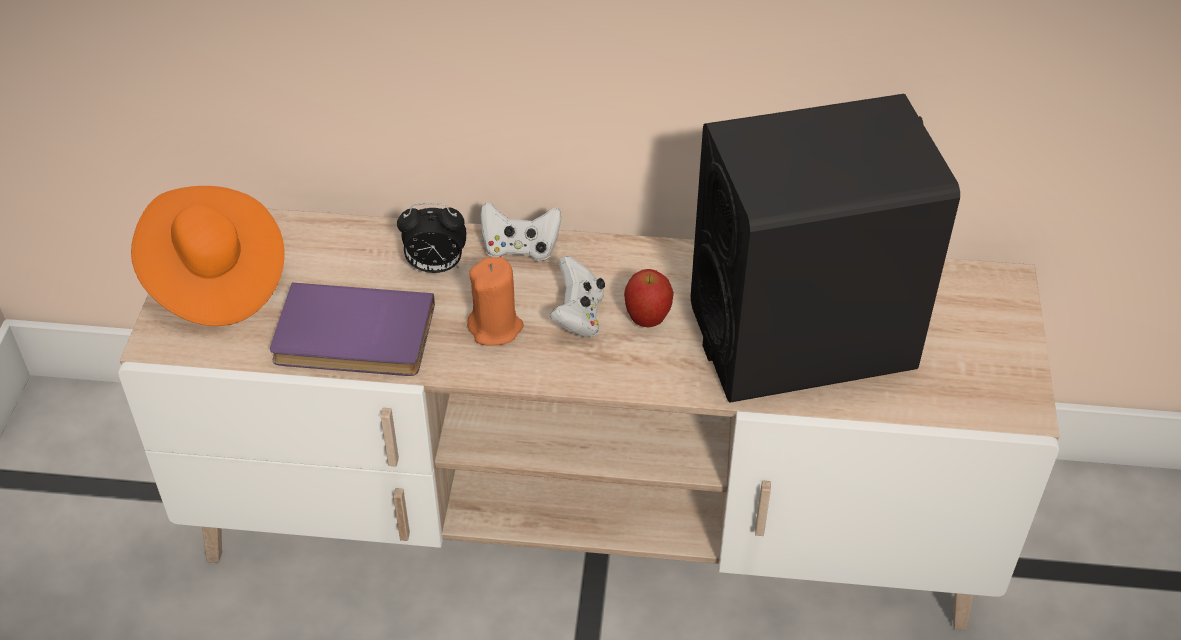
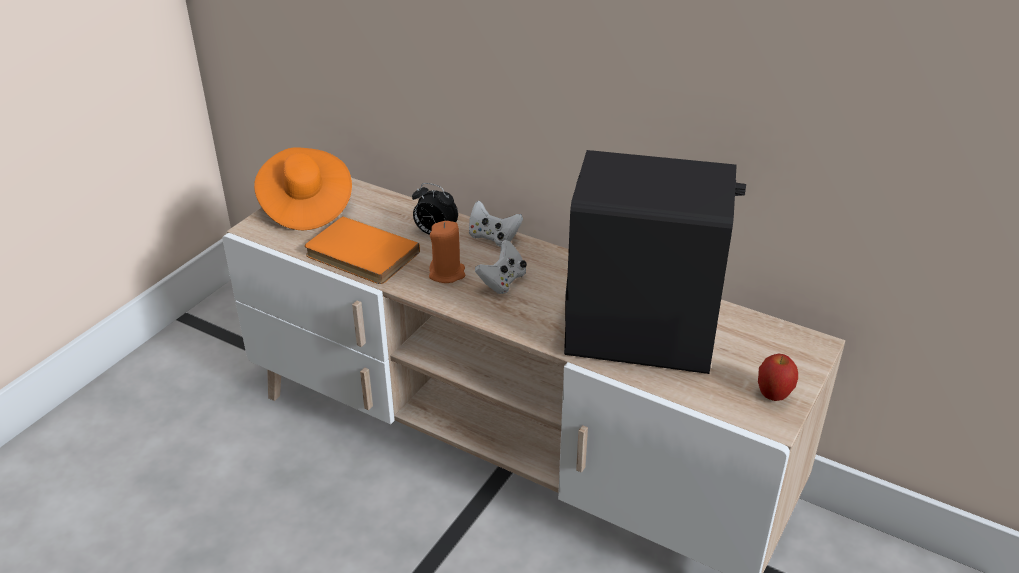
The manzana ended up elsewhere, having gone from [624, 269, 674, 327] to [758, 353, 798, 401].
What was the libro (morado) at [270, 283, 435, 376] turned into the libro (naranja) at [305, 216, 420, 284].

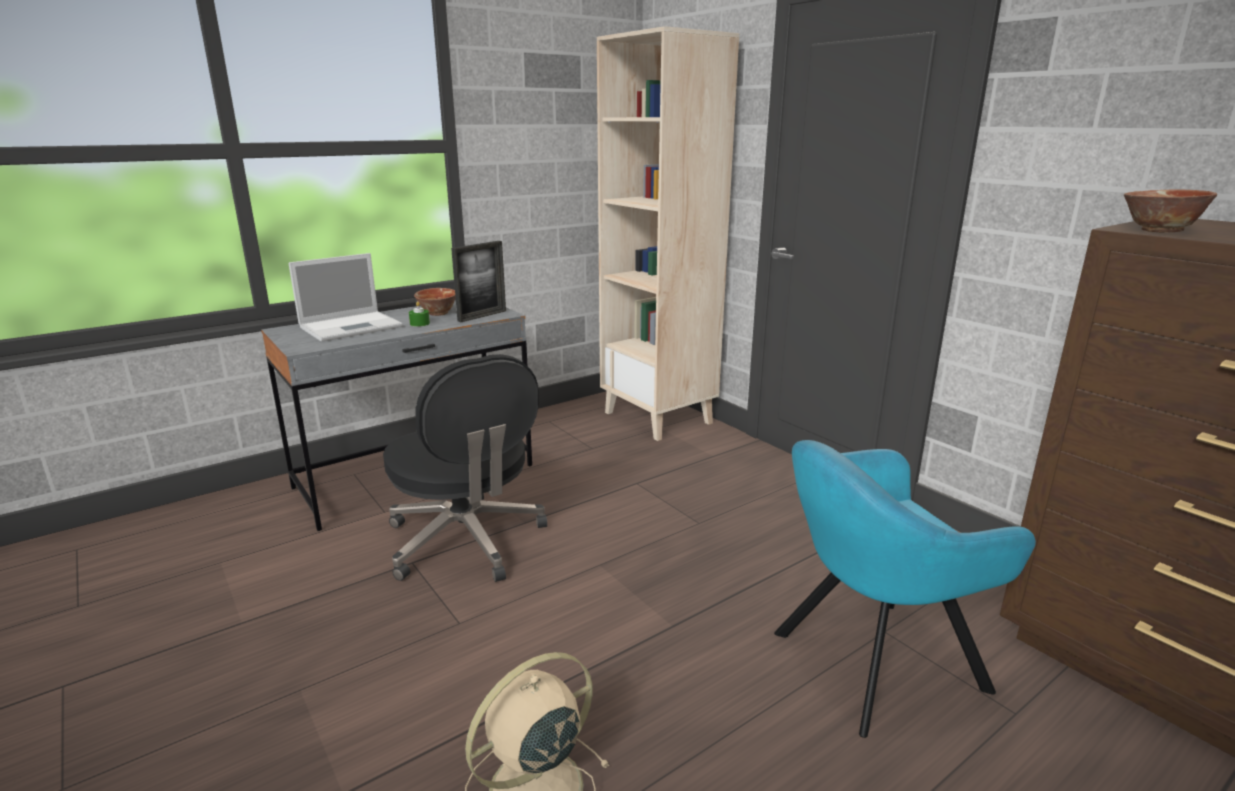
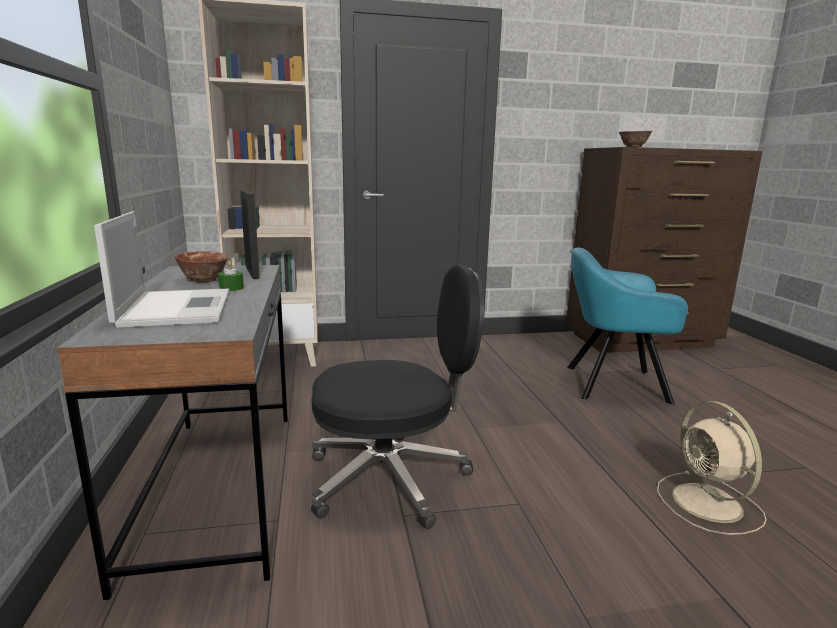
The sillón (turquesa) at [774, 440, 1036, 738] ended up facing another way, 90 degrees clockwise from before.

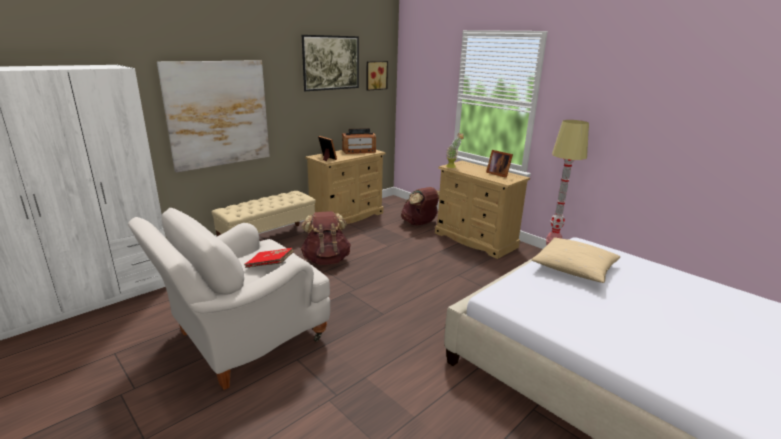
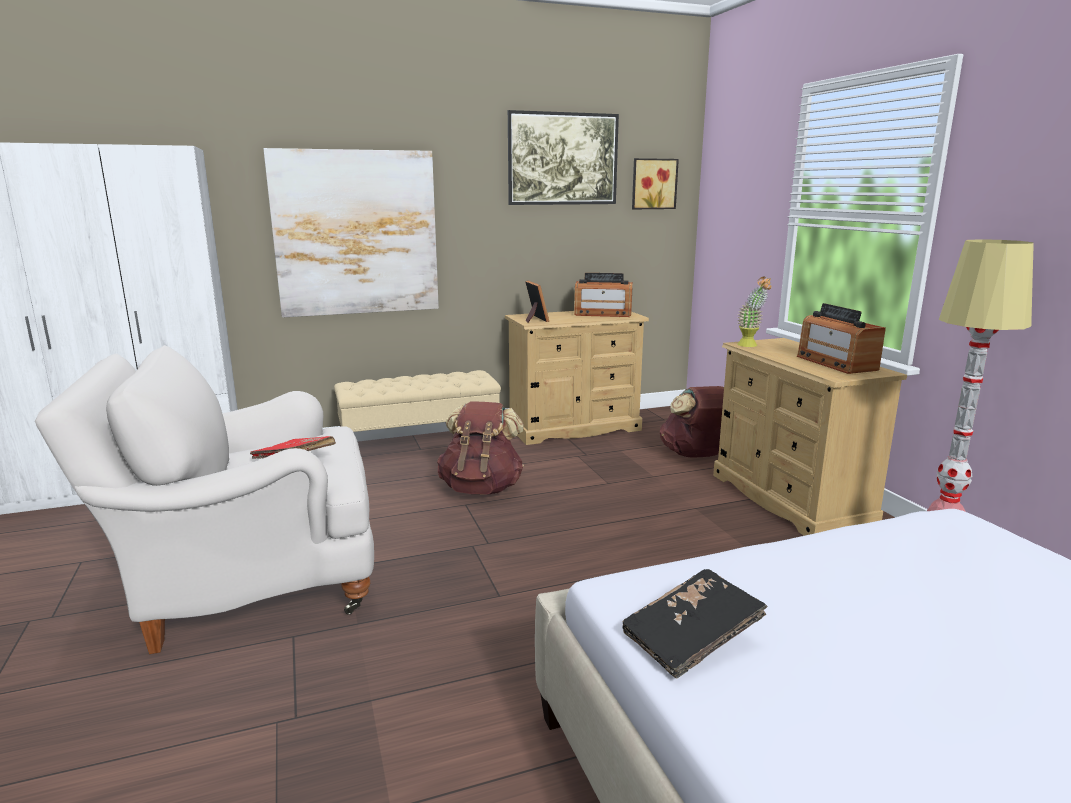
The second view lost the cojín (beis) at [531, 237, 620, 283].
The second view gained the libro (negro) at [622, 569, 768, 679].
Where the portarretratos stood at [486, 150, 513, 178], the radio came to stand at [797, 303, 886, 374].

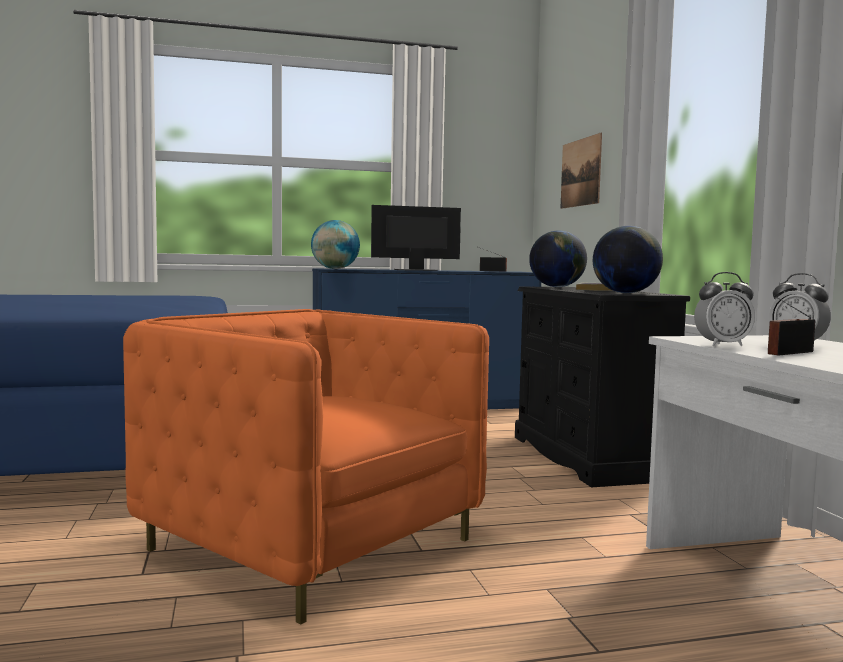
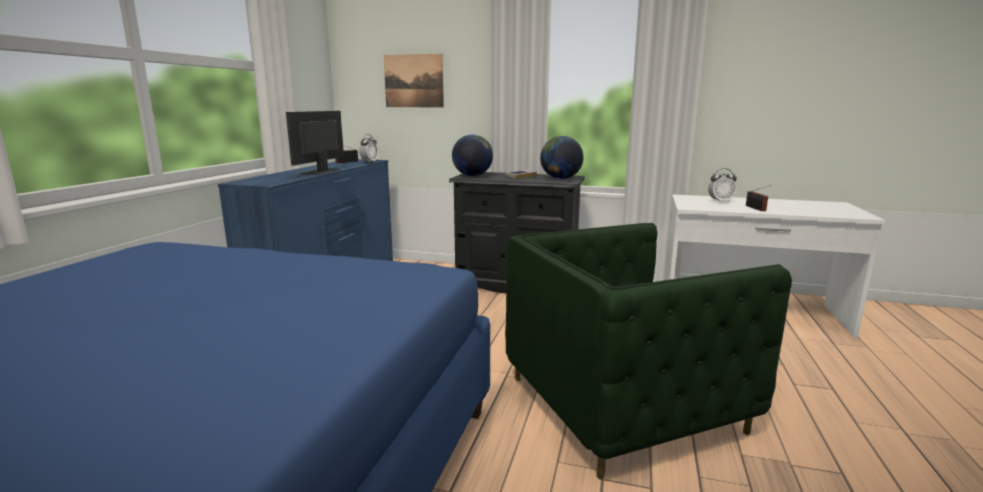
The second view lost the globo terráqueo at [311, 220, 360, 269].
The despertador ended up elsewhere, having gone from [694, 272, 755, 346] to [359, 134, 378, 163].
What was the sillón (naranja) at [123, 309, 489, 625] turned into the sillón (verde) at [505, 223, 792, 480].

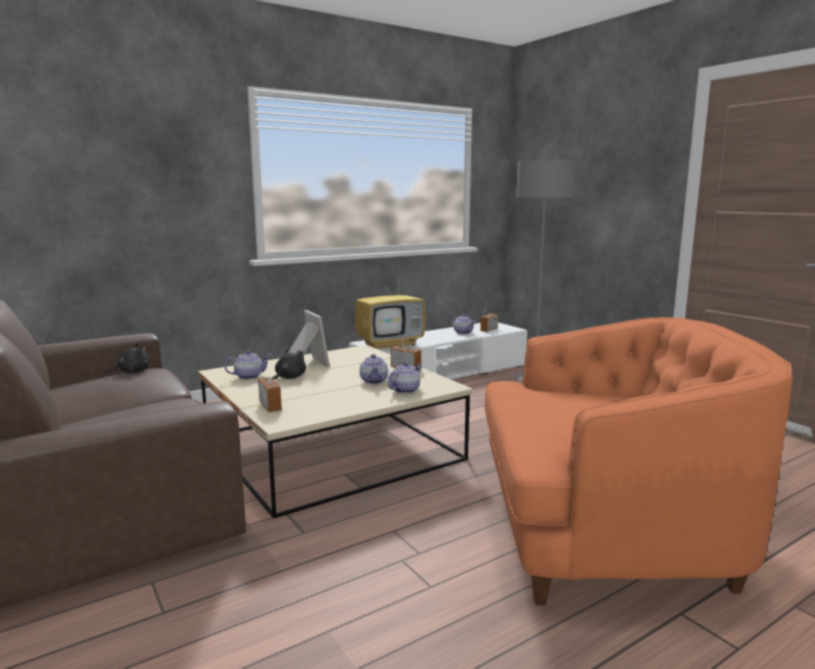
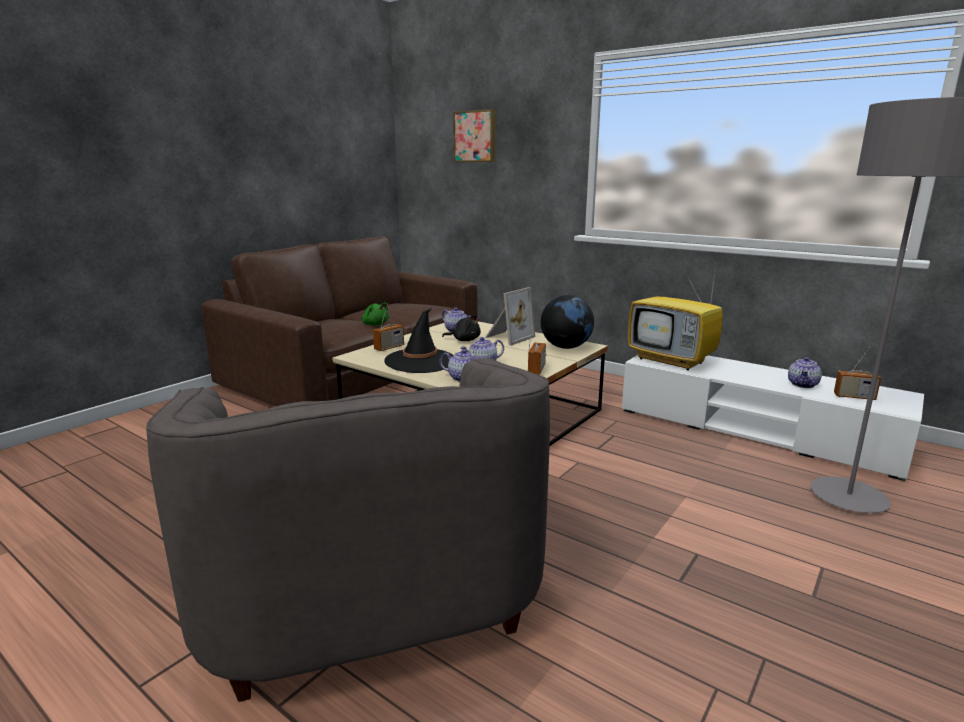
The second view lost the peluche (negro) at [104, 343, 150, 375].
The second view gained the peluche (verde) at [361, 302, 389, 326].
The second view gained the sombrero (negro) at [384, 308, 454, 373].
The second view gained the cuadro at [453, 109, 496, 162].
The second view gained the globo terráqueo at [541, 295, 594, 349].
What was the sillón (naranja) at [485, 317, 793, 605] turned into the sillón (gris) at [146, 358, 550, 702].

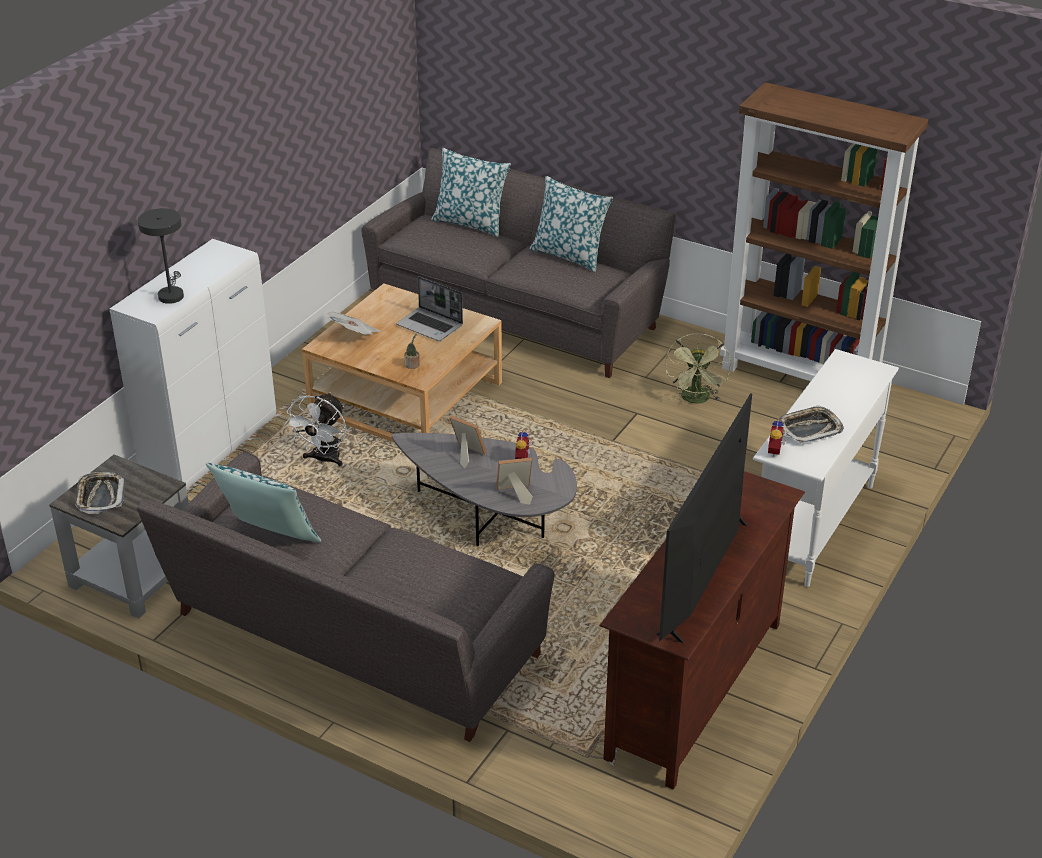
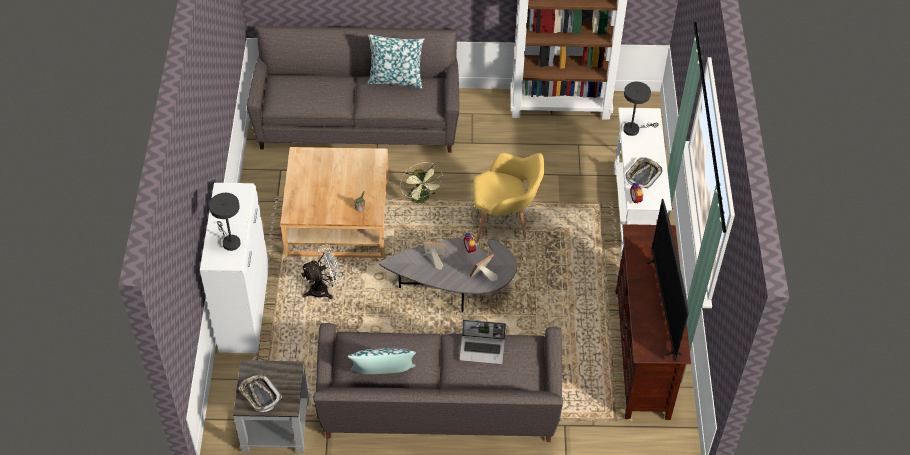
The second view lost the periódico at [327, 312, 380, 335].
The second view lost the cojín at [431, 148, 511, 237].
The second view gained the sillón (amarillo) at [473, 153, 544, 243].
The second view gained the lámpara de mesa (gris) at [623, 82, 659, 136].
The portátil ended up elsewhere, having gone from [396, 276, 463, 341] to [459, 320, 506, 364].
The ventilador (verde) ended up elsewhere, having gone from [665, 333, 731, 404] to [400, 162, 444, 203].
The ventilador (blanco) at [284, 392, 346, 466] ended up facing another way, 105 degrees counterclockwise from before.

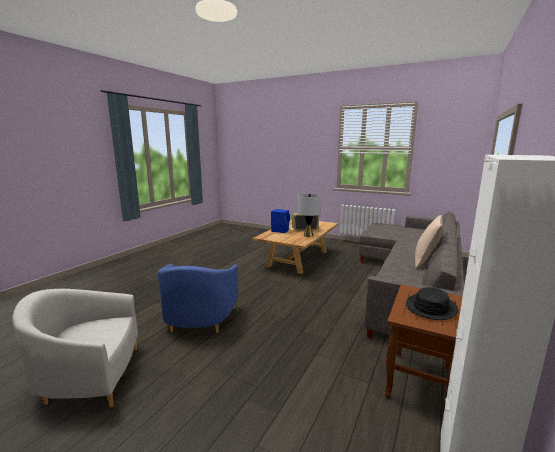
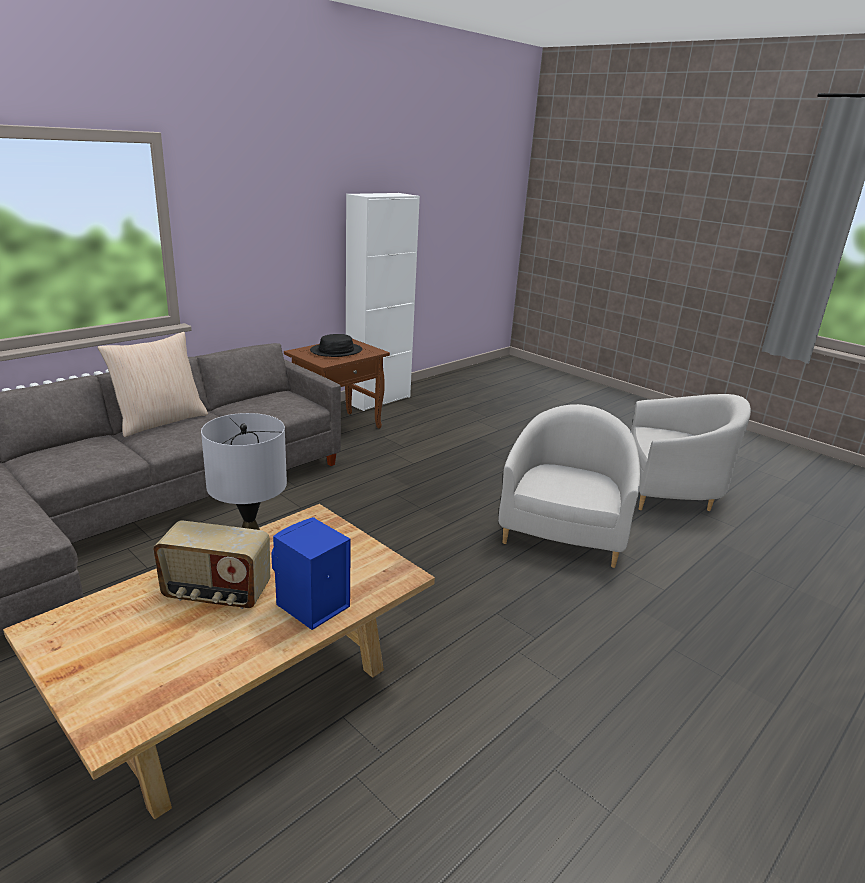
What was the sillón (azul) at [158, 264, 238, 333] turned into the sillón (blanco) at [498, 404, 641, 568].

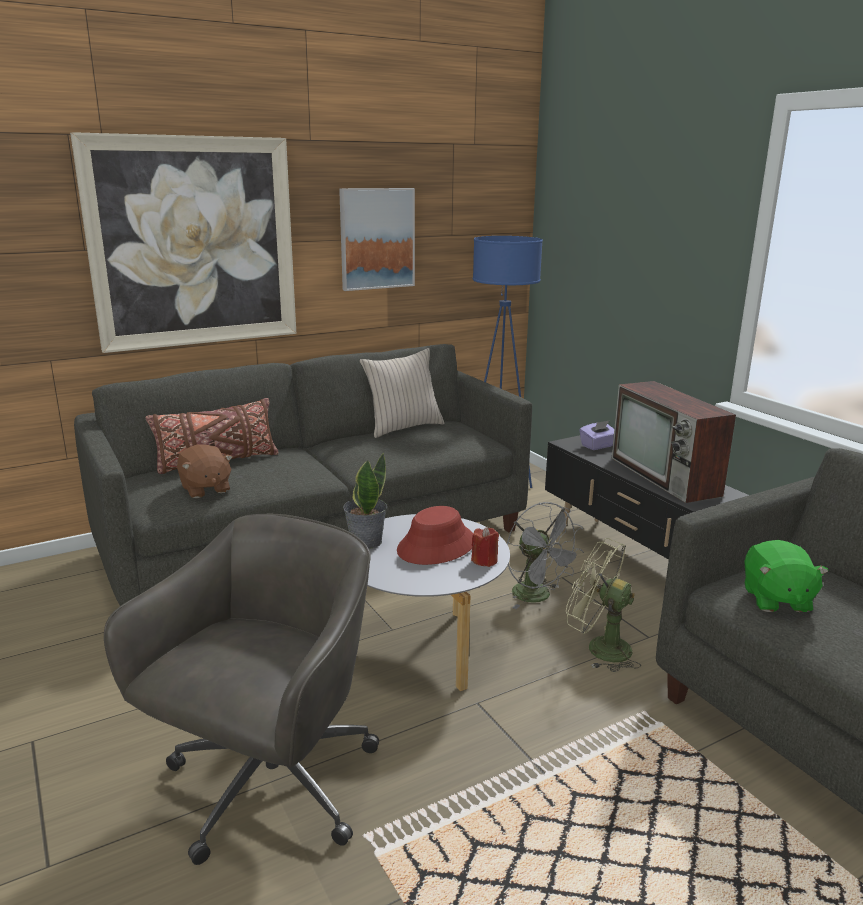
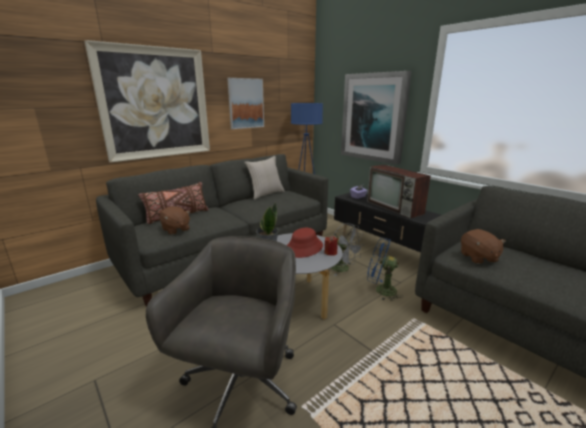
The second view gained the cuadro at [341, 71, 412, 165].
What was the ventilador (verde) at [566, 538, 641, 672] turned into the ventilador (azul) at [367, 237, 403, 300].
What was the peluche (verde) at [744, 540, 829, 612] turned into the peluche (marrón) at [461, 229, 506, 264].

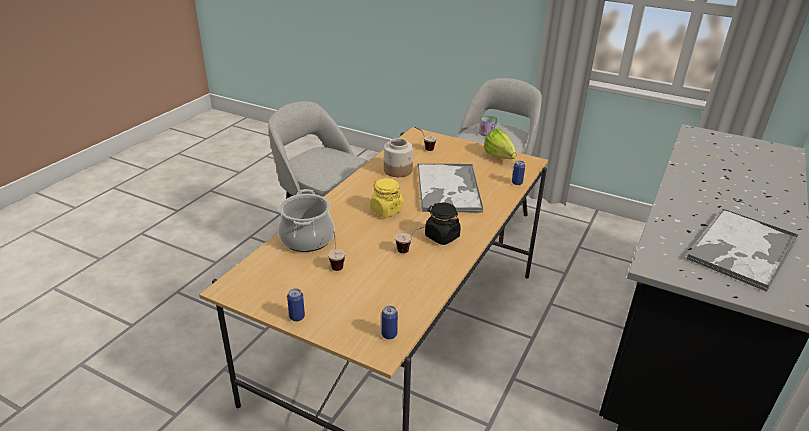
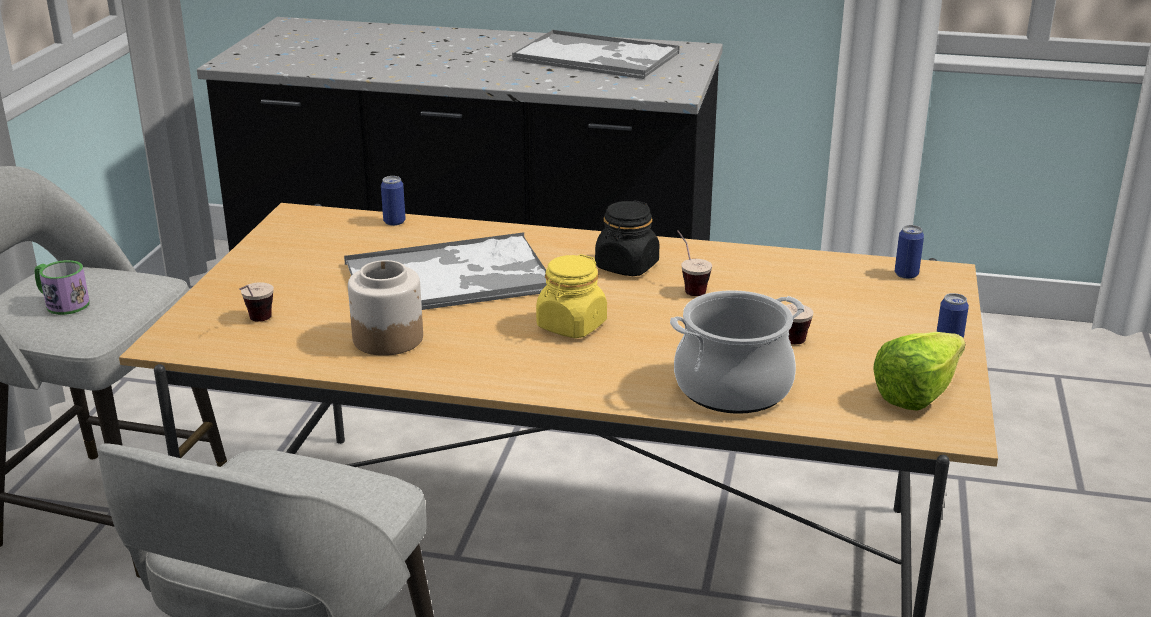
The lechuga ended up elsewhere, having gone from [484, 129, 516, 159] to [873, 332, 965, 411].

